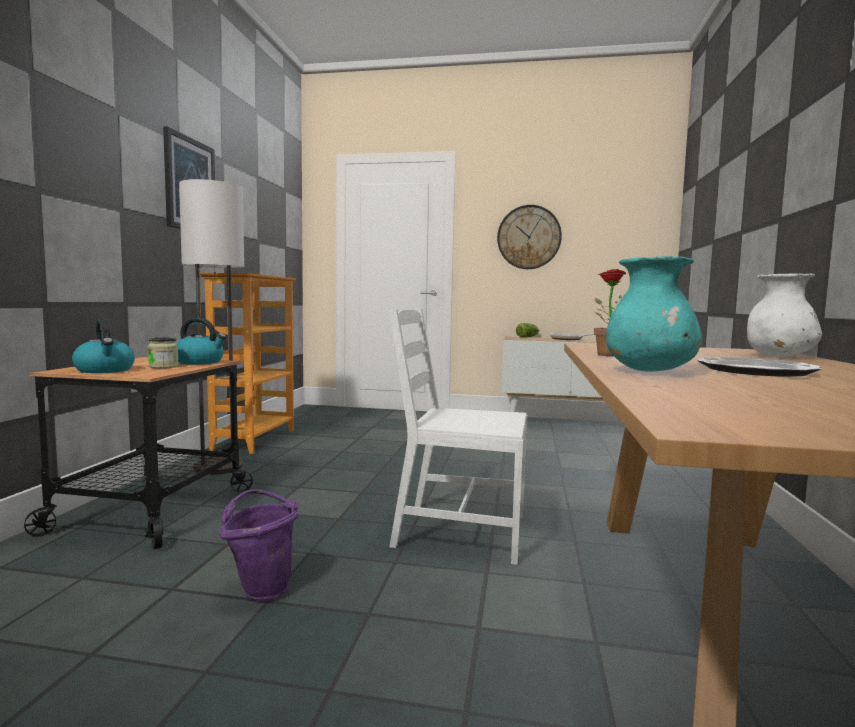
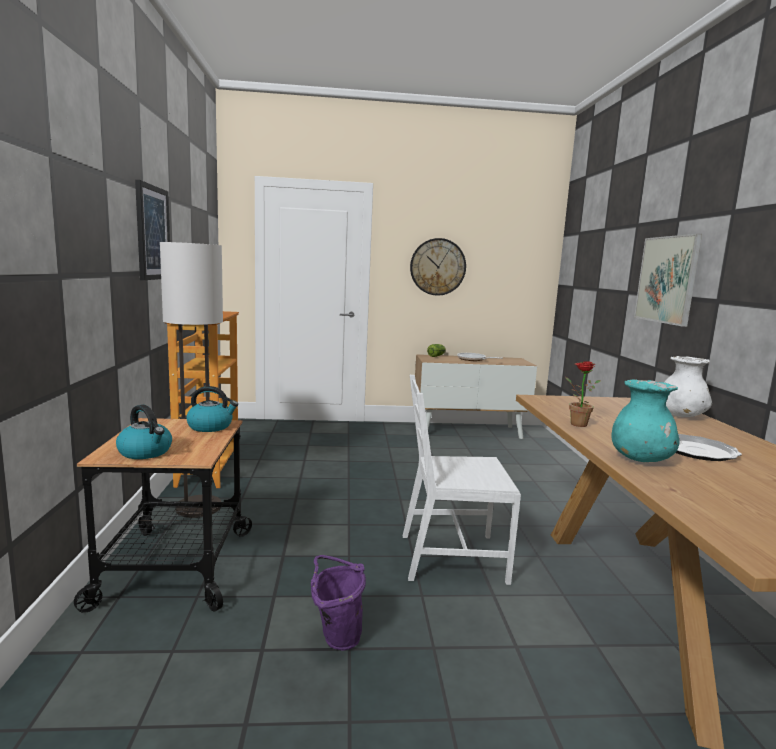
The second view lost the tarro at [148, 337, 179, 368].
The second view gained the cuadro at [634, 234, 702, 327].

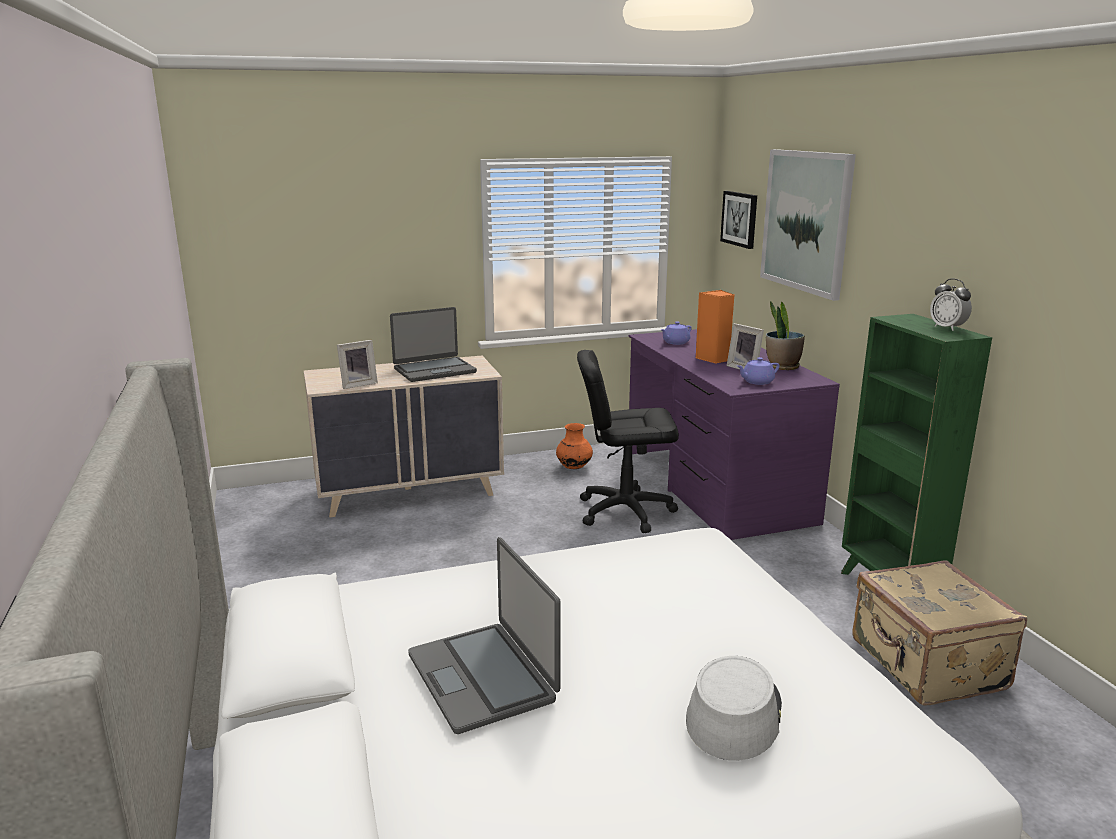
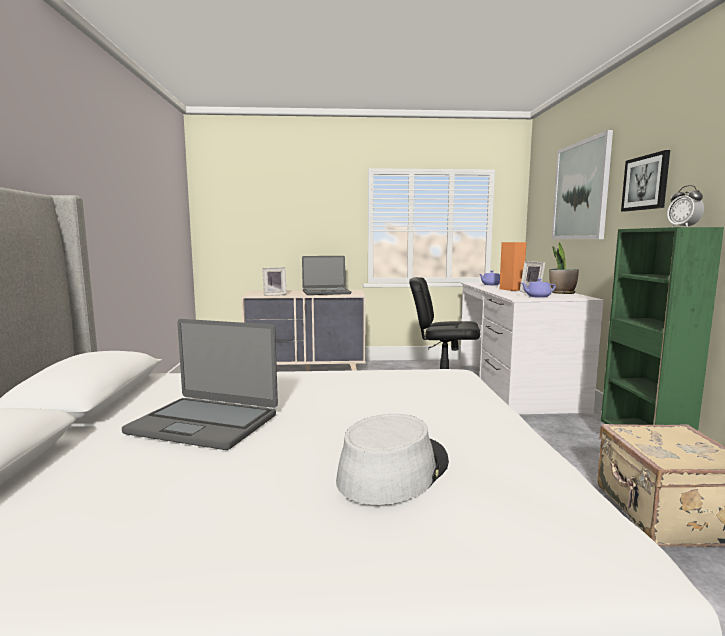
The second view lost the florero (naranja) at [556, 423, 593, 469].
The cuadro ended up elsewhere, having gone from [720, 191, 757, 249] to [621, 150, 670, 211].
What was the escritorio (morado) at [629, 329, 840, 540] turned into the escritorio (blanco) at [460, 282, 604, 415].
The portátil at [408, 537, 561, 734] ended up facing another way, 60 degrees counterclockwise from before.

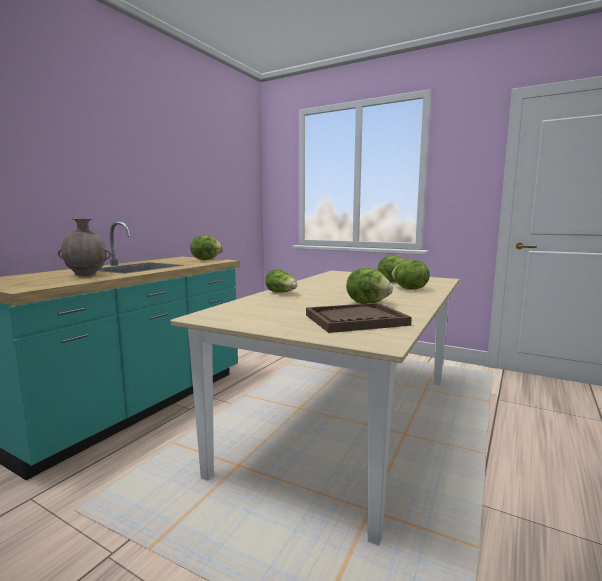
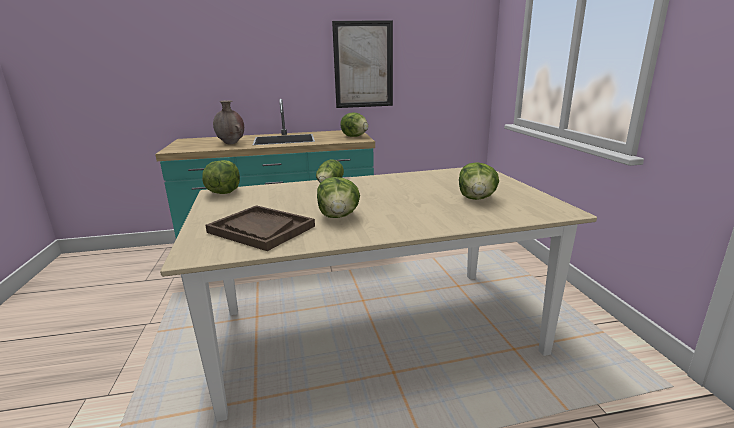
The second view gained the cuadro at [332, 20, 393, 108].
The lechuga ended up elsewhere, having gone from [392, 259, 430, 290] to [202, 160, 240, 194].

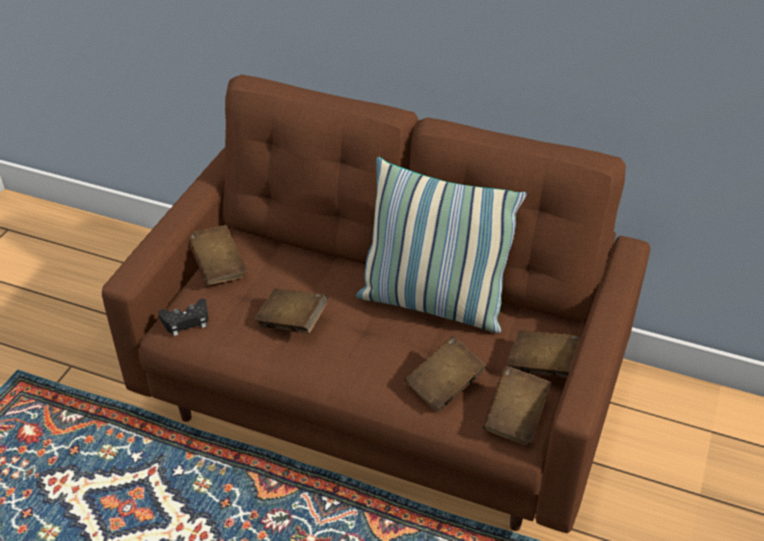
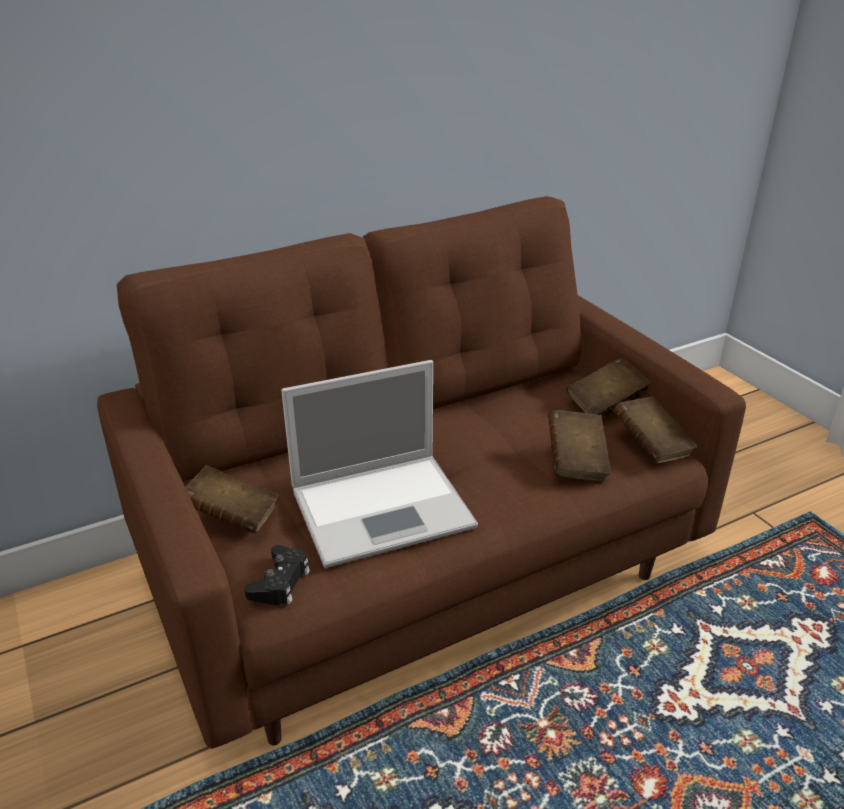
The second view lost the cojín at [356, 157, 527, 333].
Where the libro (marrón) stood at [255, 288, 328, 334], the portátil came to stand at [281, 360, 478, 568].

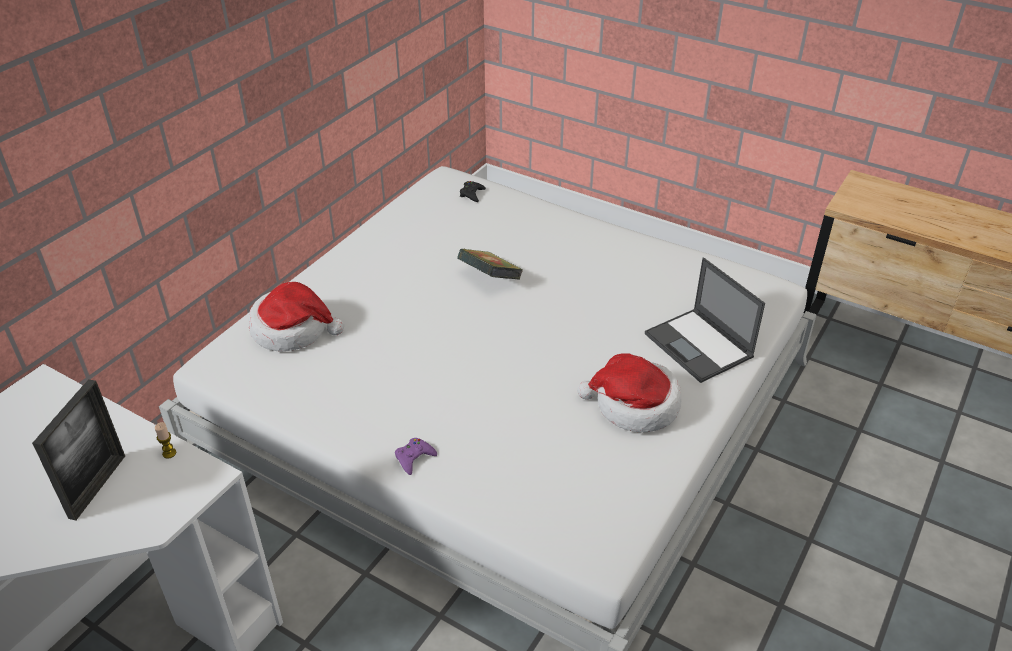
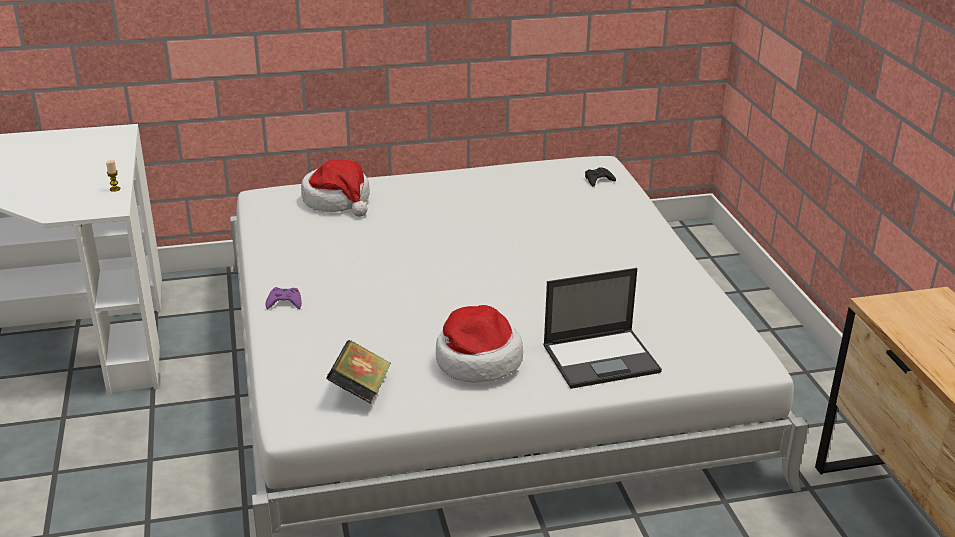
The second view lost the portarretratos at [32, 379, 125, 521].
The libro ended up elsewhere, having gone from [457, 249, 523, 280] to [326, 340, 391, 404].
The portátil at [645, 258, 765, 383] ended up facing another way, 120 degrees counterclockwise from before.

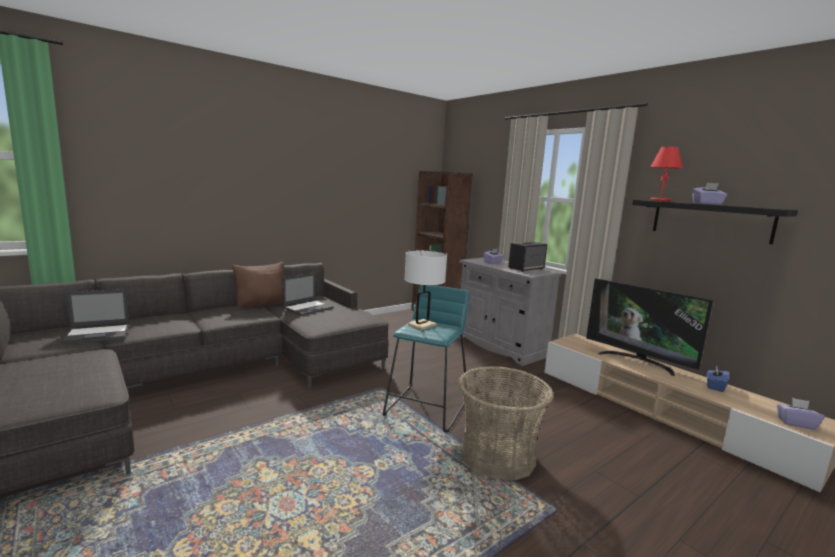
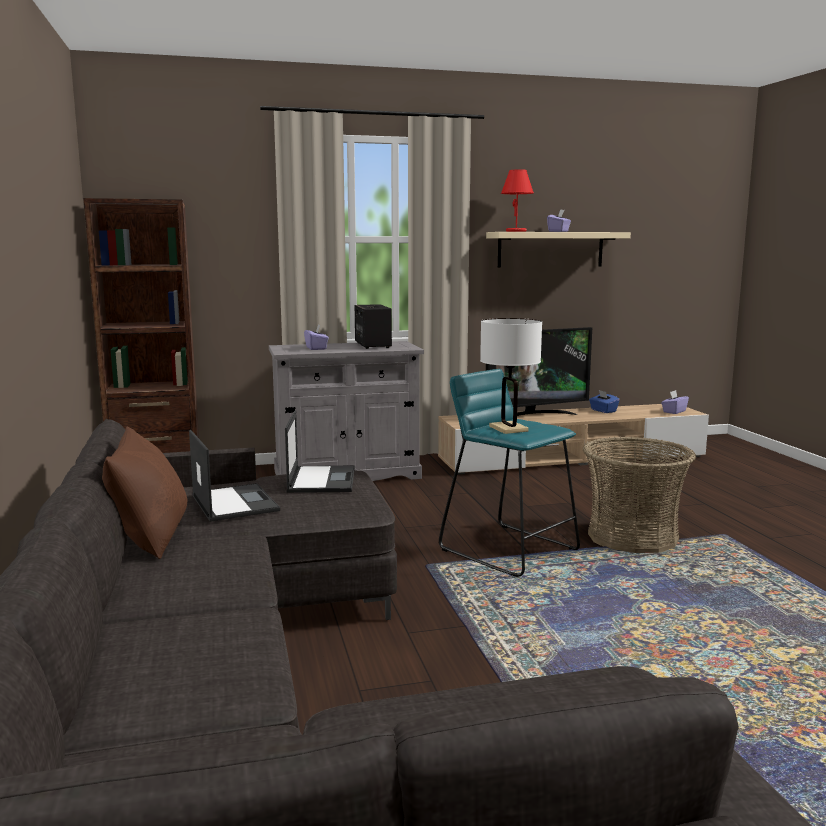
The portátil ended up elsewhere, having gone from [60, 289, 130, 344] to [285, 410, 355, 493].
What was the estante (negro) at [632, 200, 798, 244] turned into the estante (beis) at [486, 232, 631, 267].

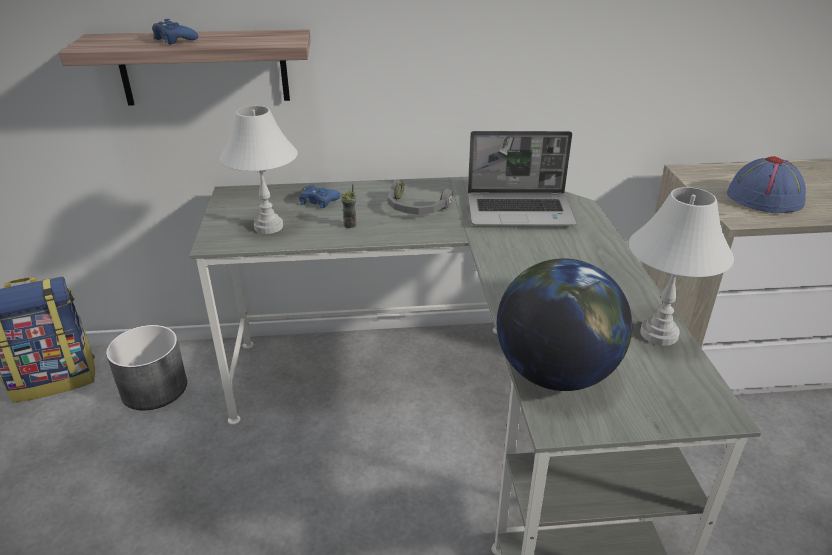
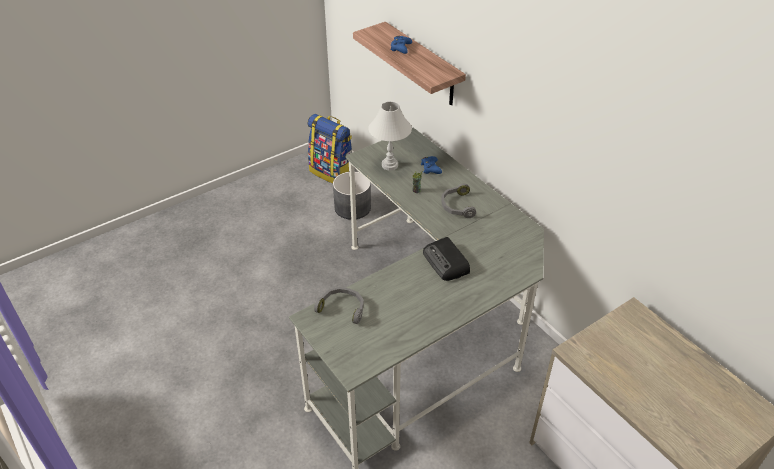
The second view lost the portátil at [468, 131, 577, 226].
The second view lost the lámpara de mesa (blanco) at [629, 187, 734, 346].
The second view lost the sombrero (azul) at [727, 156, 806, 213].
The second view gained the radio at [423, 237, 470, 281].
Where the globo terráqueo stood at [497, 258, 632, 391], the auriculares (gris) came to stand at [314, 287, 364, 324].

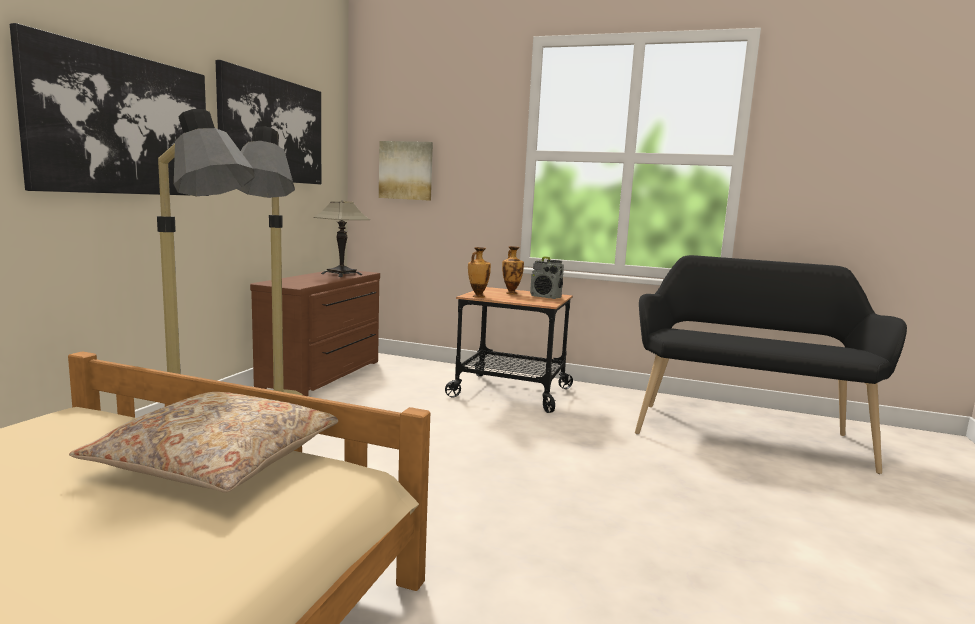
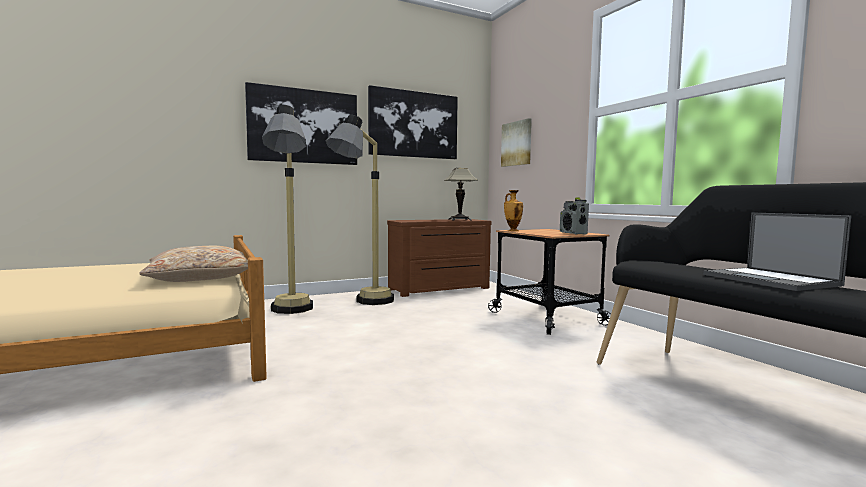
The second view lost the florero at [502, 246, 524, 294].
The second view gained the portátil at [703, 212, 852, 291].

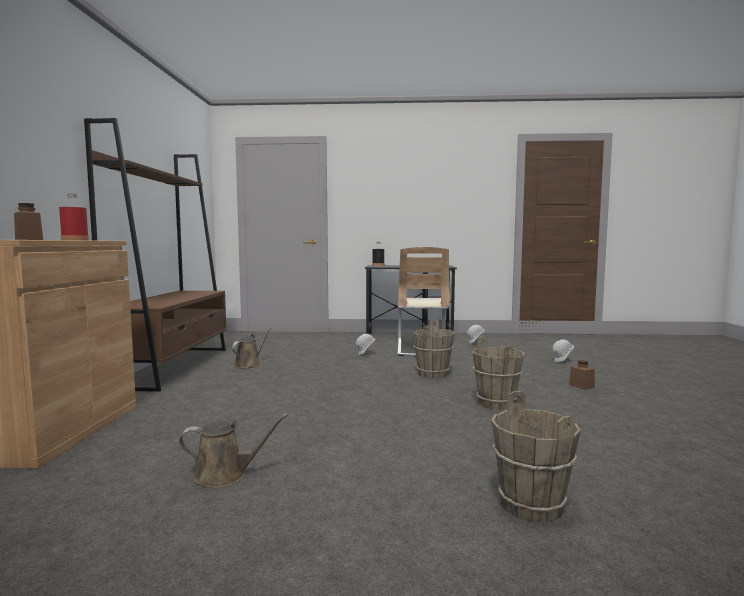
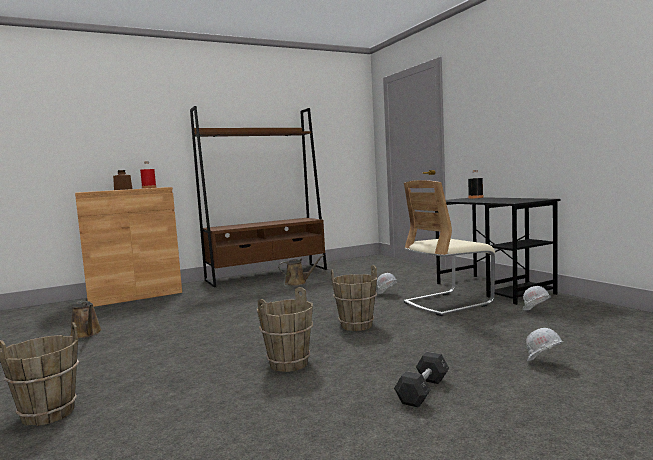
Where the tarro (marrón) stood at [569, 360, 595, 390], the mancuerna (gris) came to stand at [394, 352, 449, 407].

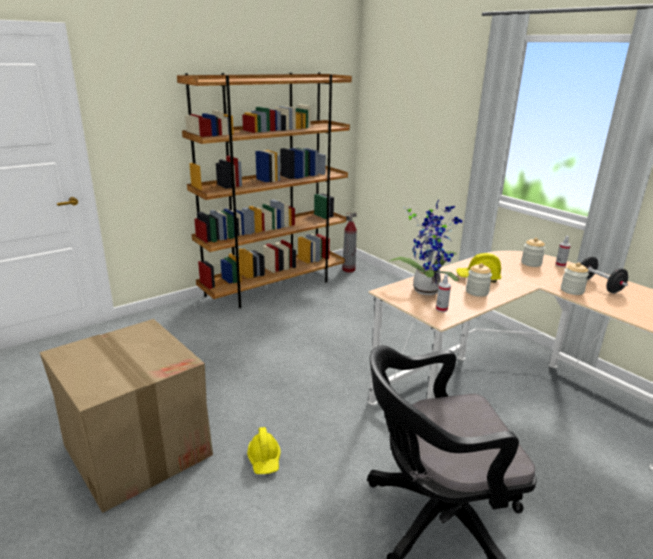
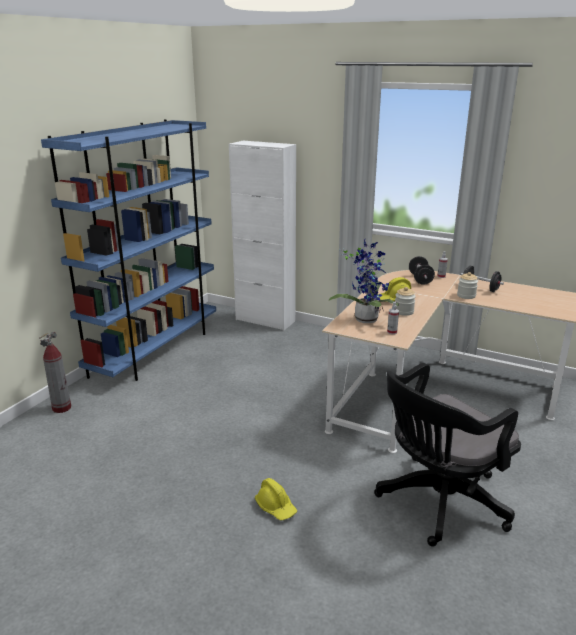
The second view lost the caja de cartón at [40, 319, 213, 513].
The second view gained the armario (blanco) at [229, 141, 296, 331].
The extintor ended up elsewhere, having gone from [342, 212, 357, 273] to [39, 332, 71, 413].
Where the tarro stood at [521, 238, 546, 267], the mancuerna (negro) came to stand at [409, 256, 435, 285].
What was the estantería (marrón) at [177, 72, 352, 308] turned into the estantería (azul) at [41, 119, 216, 381].

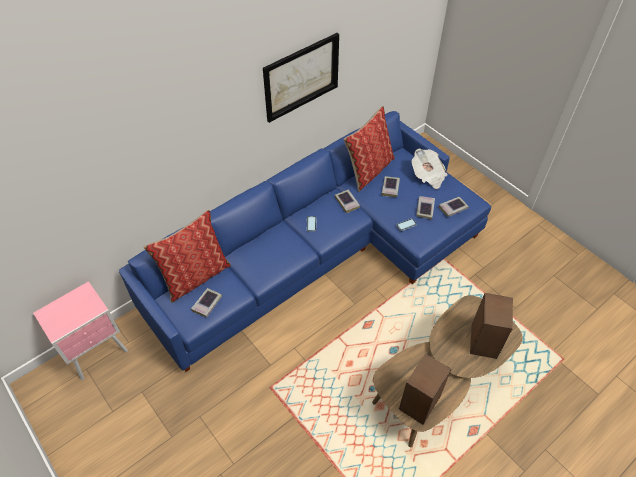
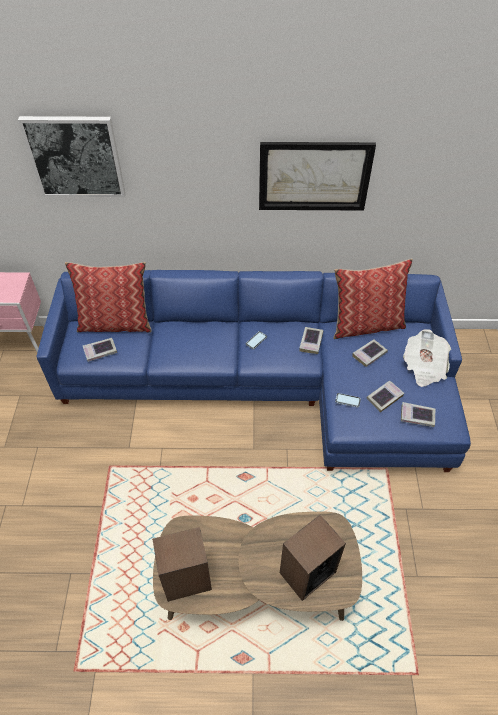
The second view gained the cuadro at [18, 116, 126, 197].

